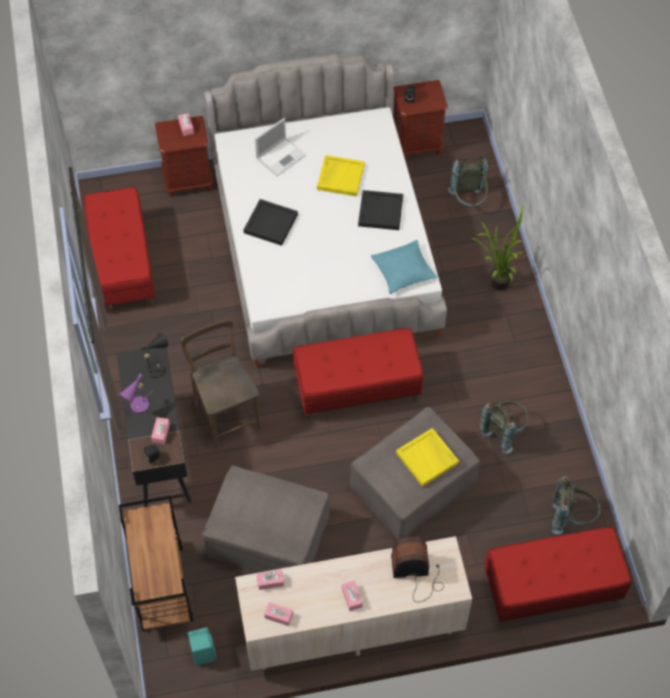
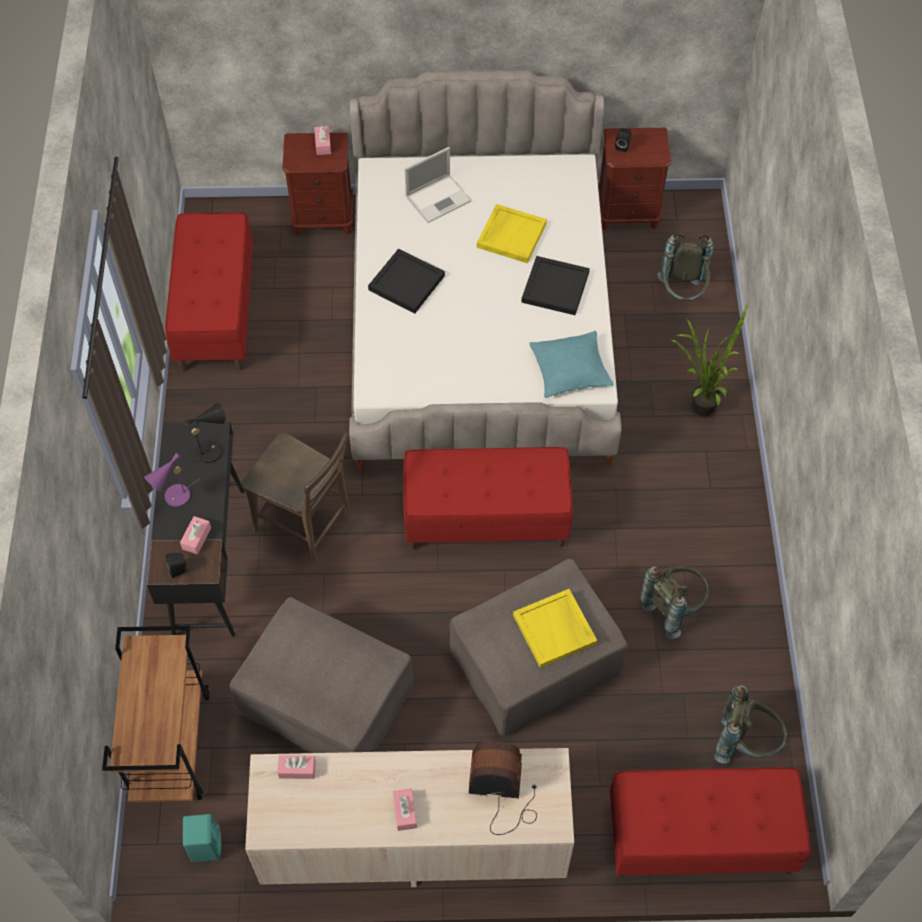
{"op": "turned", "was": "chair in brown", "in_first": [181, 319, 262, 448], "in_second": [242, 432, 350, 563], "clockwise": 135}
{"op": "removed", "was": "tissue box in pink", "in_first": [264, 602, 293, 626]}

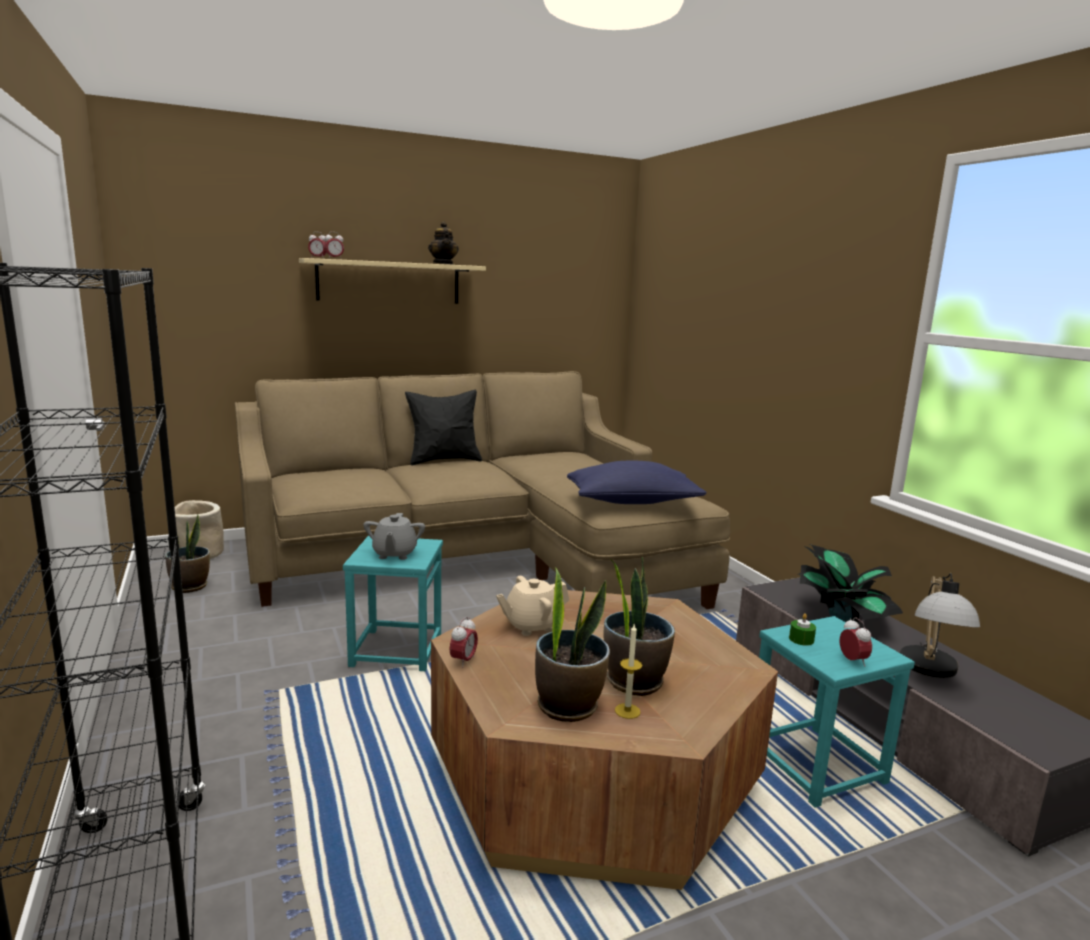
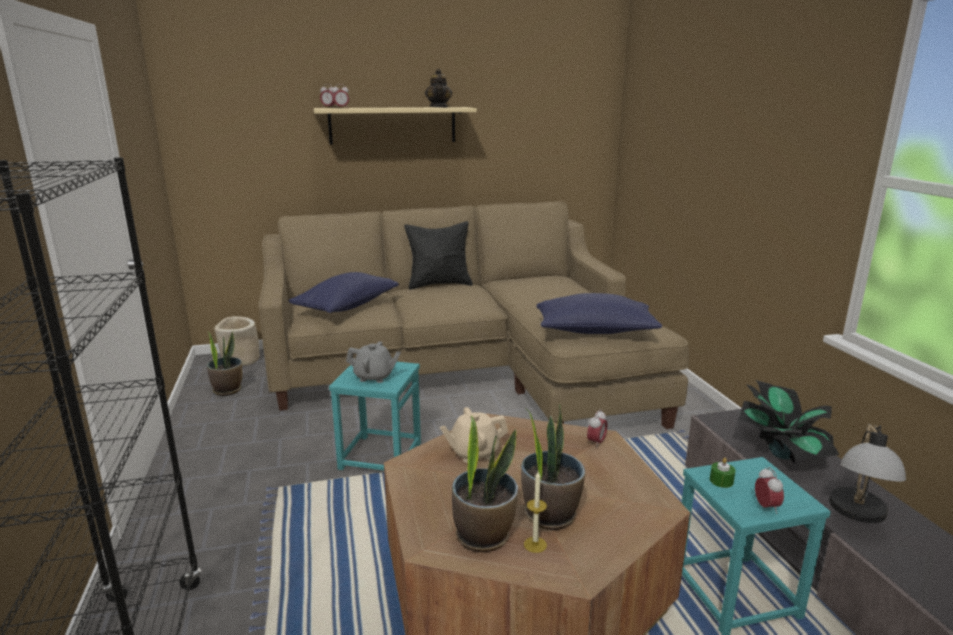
{"op": "turned", "was": "teapot in grey", "in_first": [363, 513, 425, 560], "in_second": [346, 341, 401, 383], "clockwise": -90}
{"op": "moved", "was": "alarm clock", "in_first": [450, 617, 478, 668], "in_second": [587, 409, 608, 446]}
{"op": "added", "now": "pillow in blue", "in_second": [289, 272, 399, 313]}

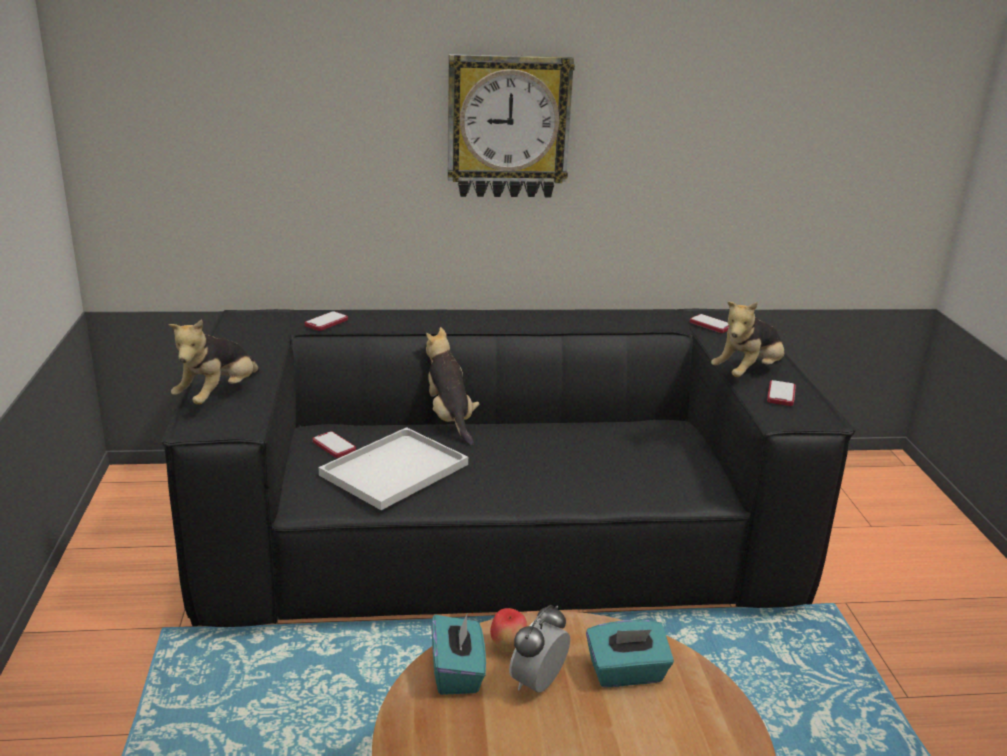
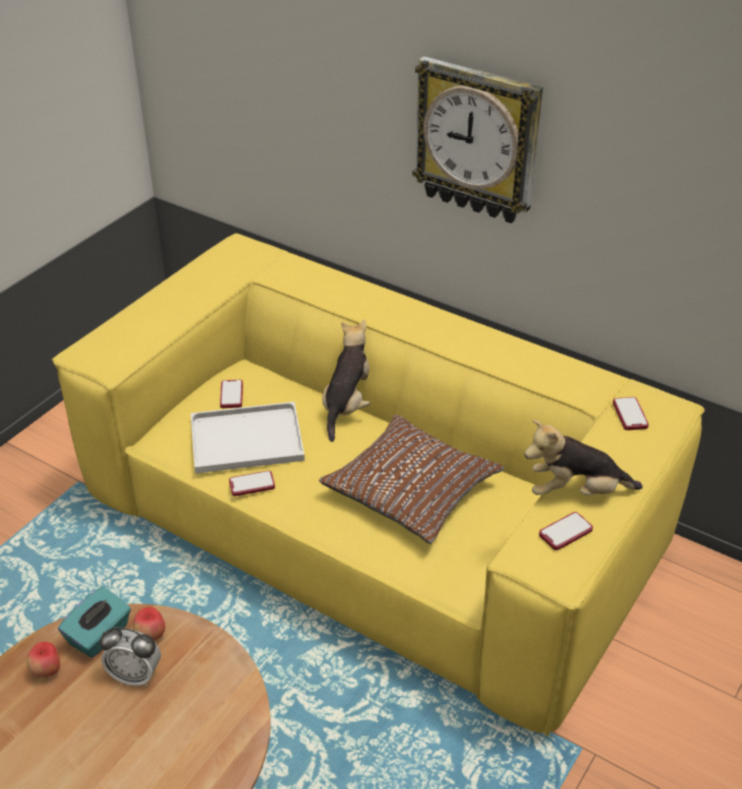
{"op": "recoloured", "was": "sofa in black", "now": "sofa in yellow", "in_first": [162, 309, 856, 627], "in_second": [52, 233, 705, 736]}
{"op": "moved", "was": "phone", "in_first": [305, 311, 348, 331], "in_second": [229, 471, 275, 496]}
{"op": "removed", "was": "plush toy", "in_first": [169, 320, 260, 405]}
{"op": "turned", "was": "alarm clock", "in_first": [509, 605, 570, 692], "in_second": [100, 627, 161, 687], "clockwise": -150}
{"op": "removed", "was": "tissue box in turquoise", "in_first": [586, 620, 674, 687]}
{"op": "added", "now": "pillow in brown", "in_second": [319, 415, 504, 544]}
{"op": "added", "now": "apple", "in_second": [27, 642, 60, 678]}

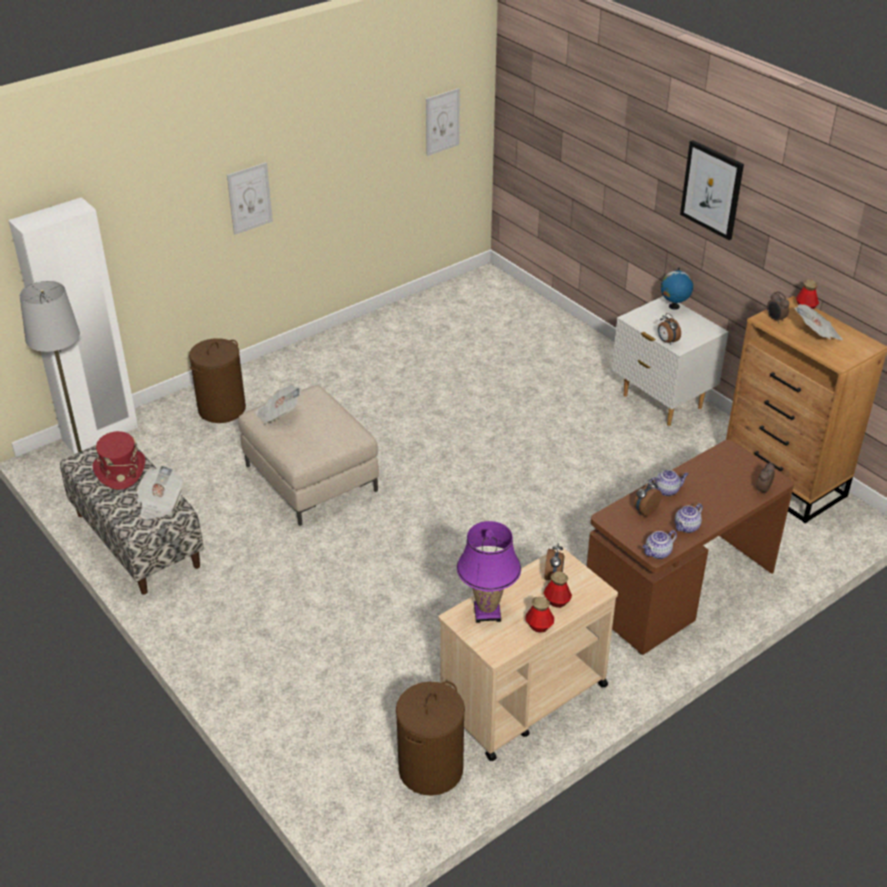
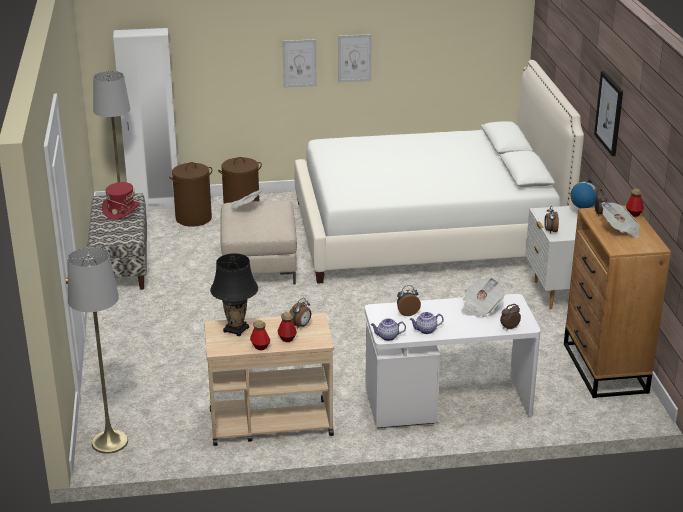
{"op": "moved", "was": "picture", "in_first": [426, 88, 460, 156], "in_second": [338, 34, 372, 83]}
{"op": "recoloured", "was": "desk in brown", "now": "desk in white", "in_first": [587, 440, 794, 655], "in_second": [365, 294, 541, 428]}
{"op": "moved", "was": "newspaper", "in_first": [136, 465, 185, 520], "in_second": [461, 278, 505, 317]}
{"op": "removed", "was": "teapot", "in_first": [648, 470, 689, 496]}
{"op": "recoloured", "was": "table lamp in purple", "now": "table lamp in black", "in_first": [457, 521, 521, 623], "in_second": [210, 253, 258, 337]}
{"op": "moved", "was": "laundry basket in brown", "in_first": [396, 681, 465, 796], "in_second": [169, 162, 212, 227]}
{"op": "added", "now": "bed in white", "in_second": [294, 60, 584, 284]}
{"op": "added", "now": "floor lamp in grey", "in_second": [67, 247, 128, 454]}

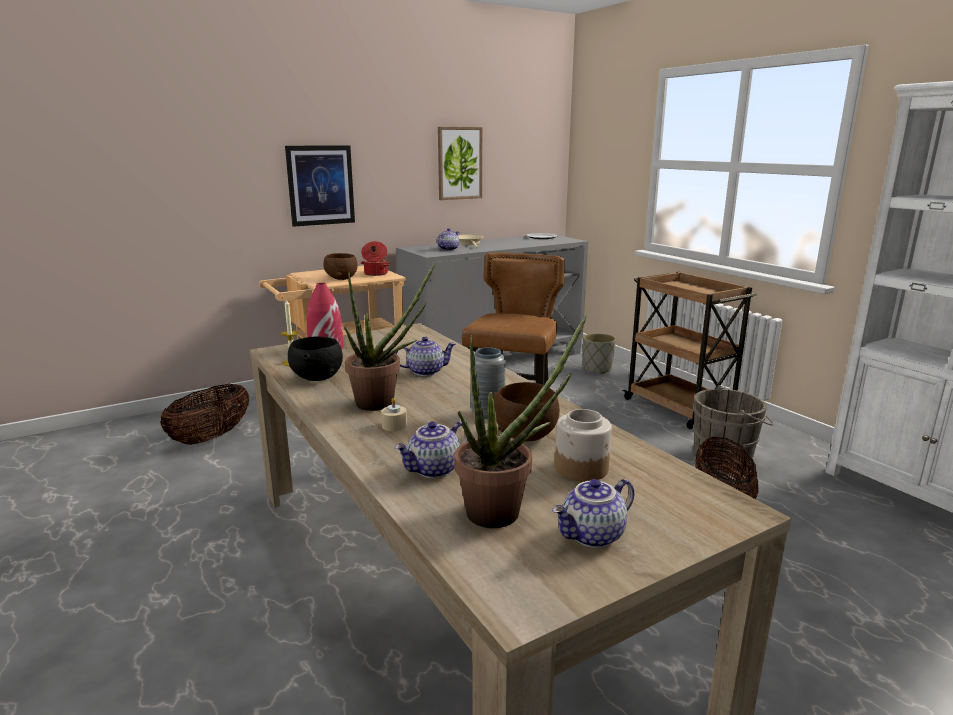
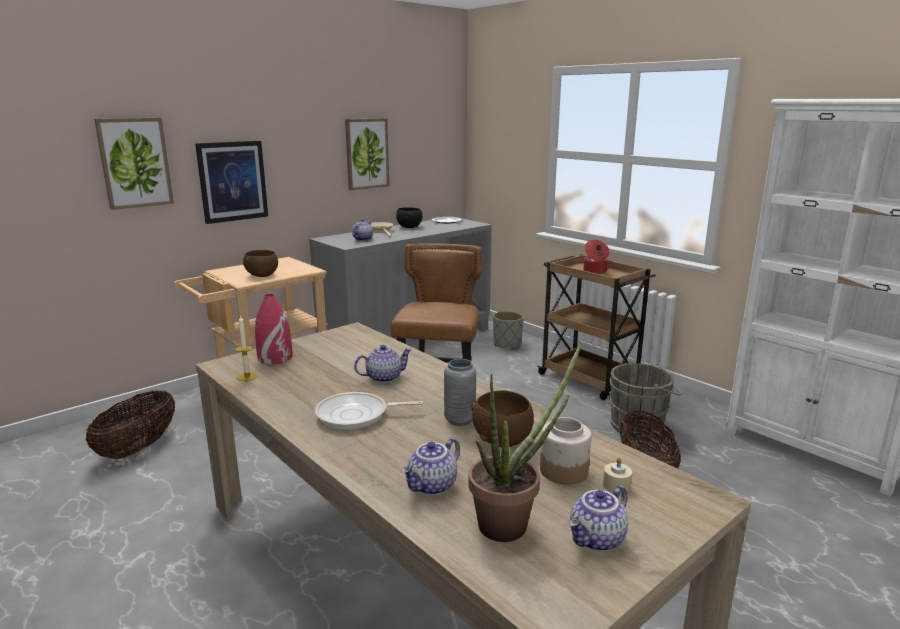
{"op": "moved", "was": "cooking pot", "in_first": [360, 241, 391, 276], "in_second": [579, 240, 613, 274]}
{"op": "replaced", "was": "potted plant", "now": "frying pan", "in_first": [344, 262, 436, 411], "in_second": [315, 392, 423, 430]}
{"op": "moved", "was": "bowl in black", "in_first": [288, 337, 343, 381], "in_second": [396, 207, 423, 228]}
{"op": "moved", "was": "candle in beige", "in_first": [381, 398, 407, 431], "in_second": [603, 457, 632, 494]}
{"op": "added", "now": "picture", "in_second": [94, 118, 174, 210]}

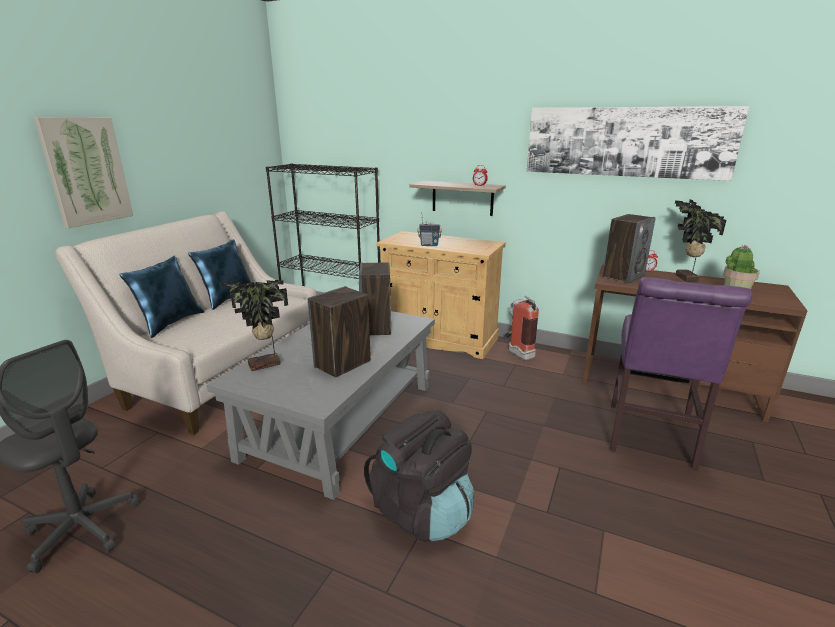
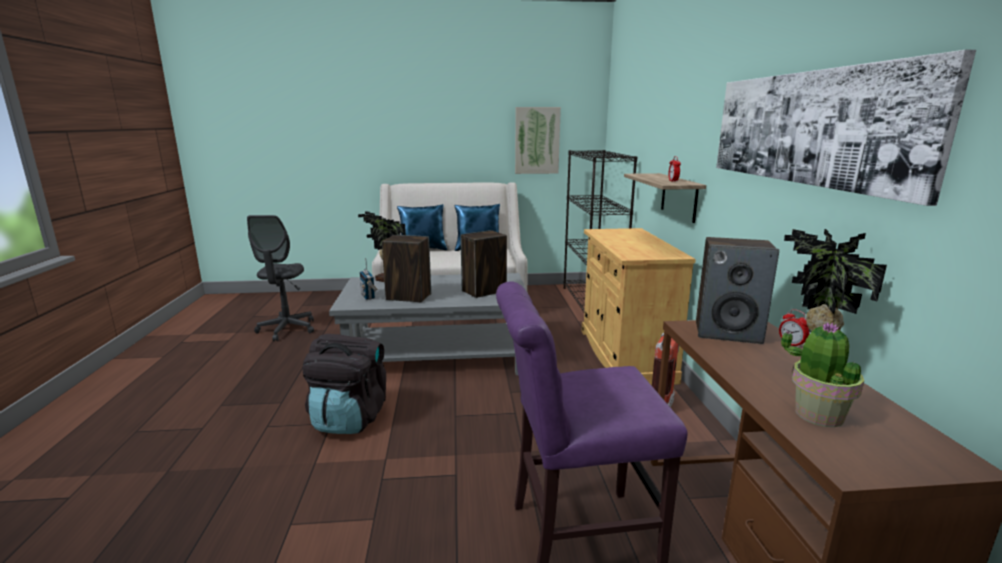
{"op": "moved", "was": "picture", "in_first": [33, 117, 133, 228], "in_second": [515, 107, 561, 174]}
{"op": "moved", "was": "radio", "in_first": [417, 212, 442, 246], "in_second": [360, 258, 378, 300]}

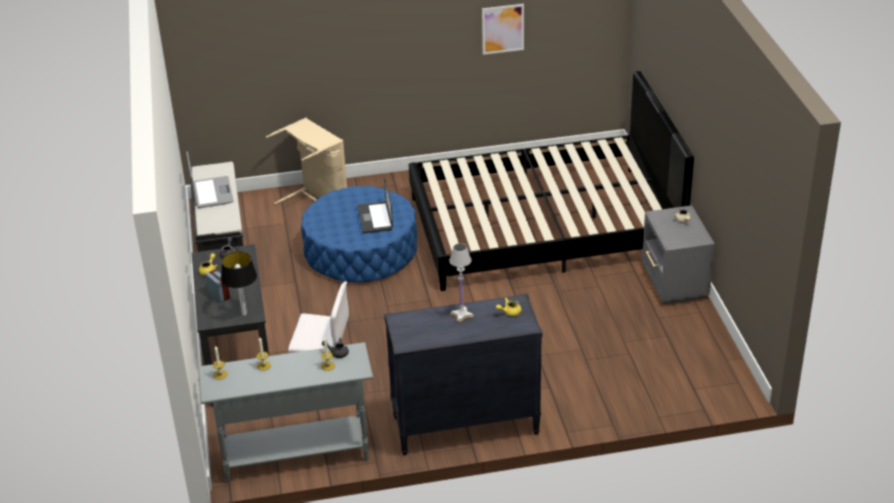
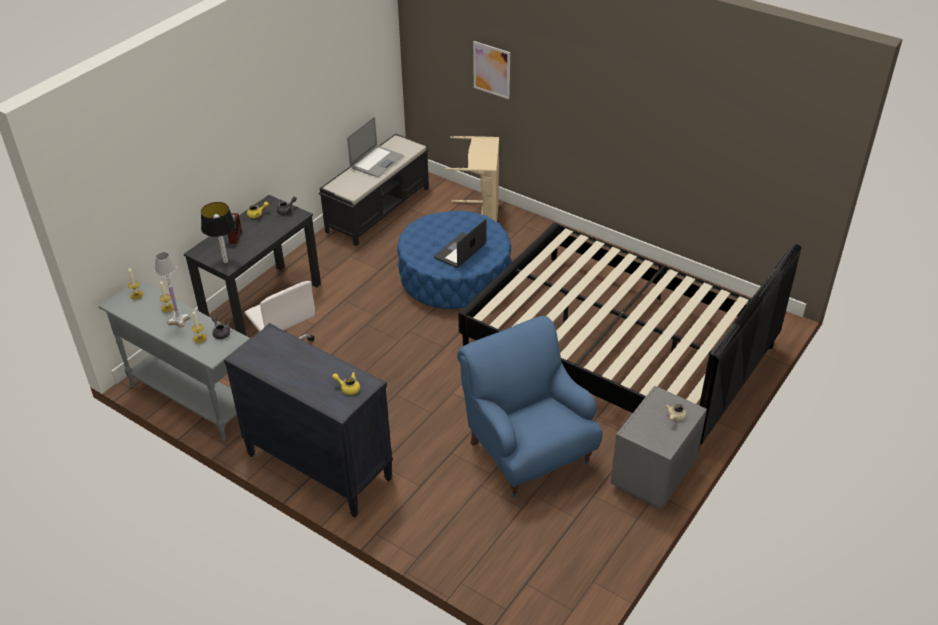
{"op": "moved", "was": "picture", "in_first": [482, 4, 524, 55], "in_second": [473, 41, 510, 99]}
{"op": "moved", "was": "table lamp in white", "in_first": [449, 243, 474, 323], "in_second": [155, 252, 190, 328]}
{"op": "added", "now": "armchair in blue", "in_second": [457, 316, 602, 497]}

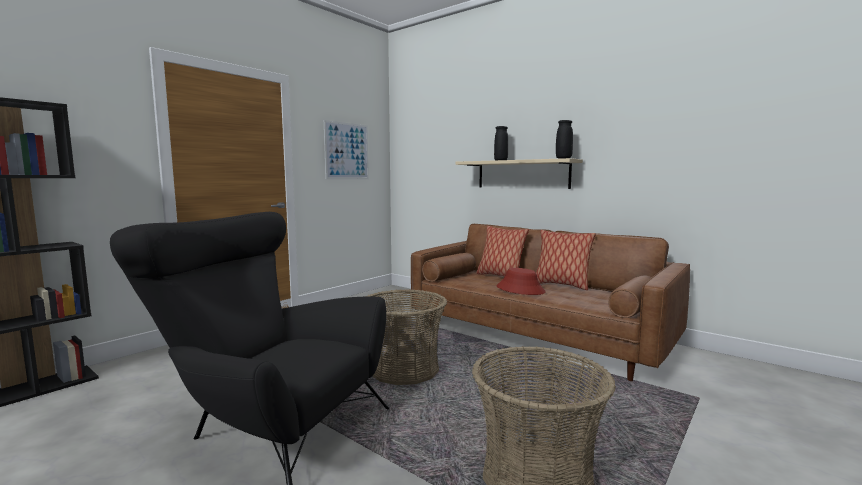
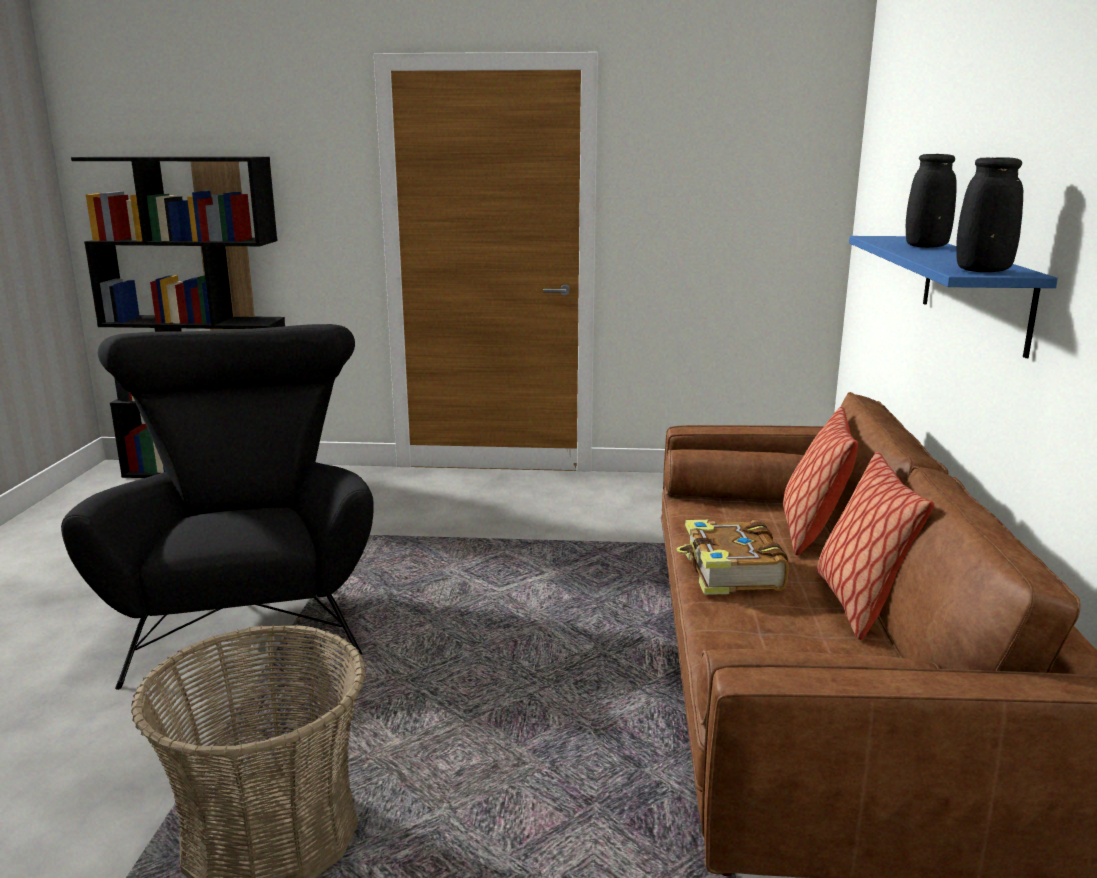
{"op": "removed", "was": "picture", "in_first": [324, 120, 369, 179]}
{"op": "recoloured", "was": "shelf in beige", "now": "shelf in blue", "in_first": [456, 158, 583, 189], "in_second": [849, 236, 1058, 358]}
{"op": "replaced", "was": "hat in red", "now": "book", "in_first": [497, 268, 545, 295], "in_second": [677, 520, 789, 595]}
{"op": "removed", "was": "basket", "in_first": [366, 289, 447, 385]}

